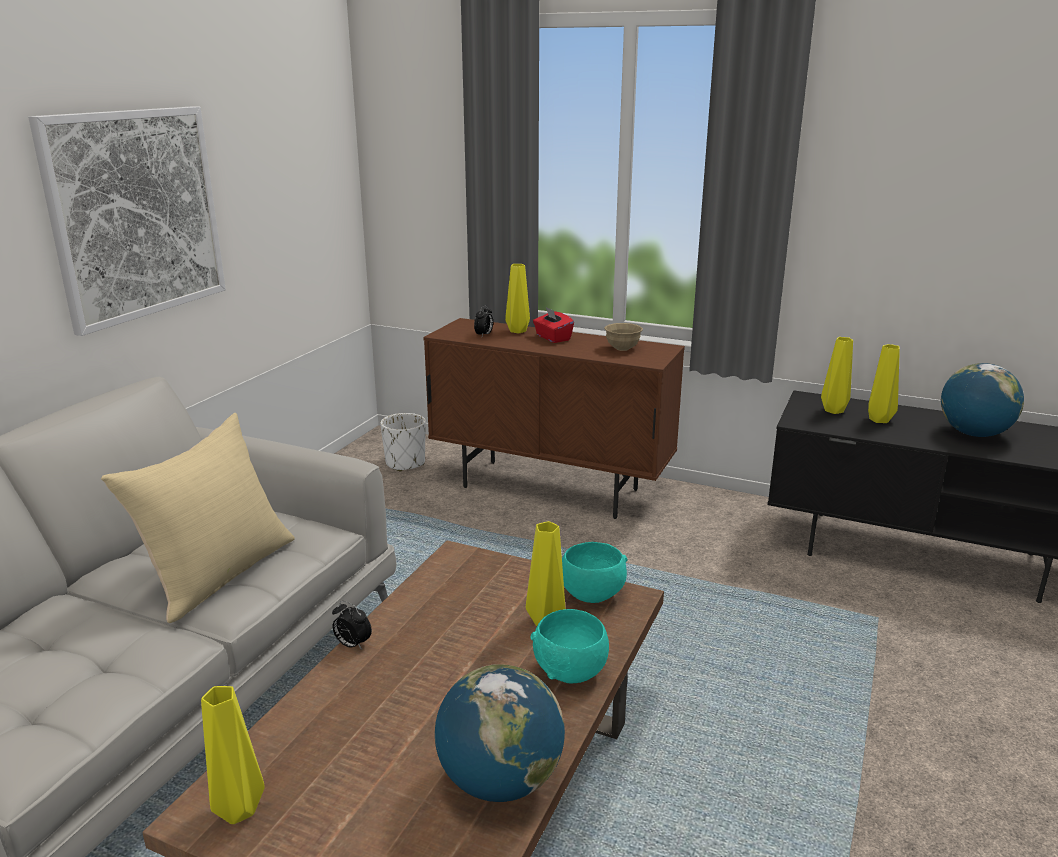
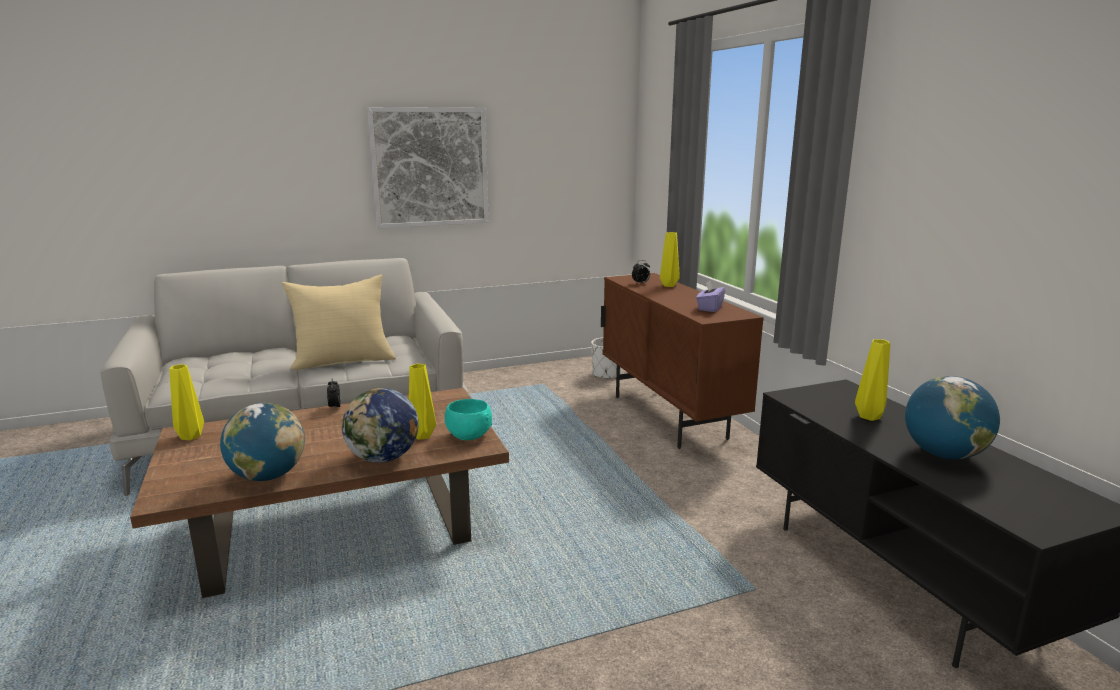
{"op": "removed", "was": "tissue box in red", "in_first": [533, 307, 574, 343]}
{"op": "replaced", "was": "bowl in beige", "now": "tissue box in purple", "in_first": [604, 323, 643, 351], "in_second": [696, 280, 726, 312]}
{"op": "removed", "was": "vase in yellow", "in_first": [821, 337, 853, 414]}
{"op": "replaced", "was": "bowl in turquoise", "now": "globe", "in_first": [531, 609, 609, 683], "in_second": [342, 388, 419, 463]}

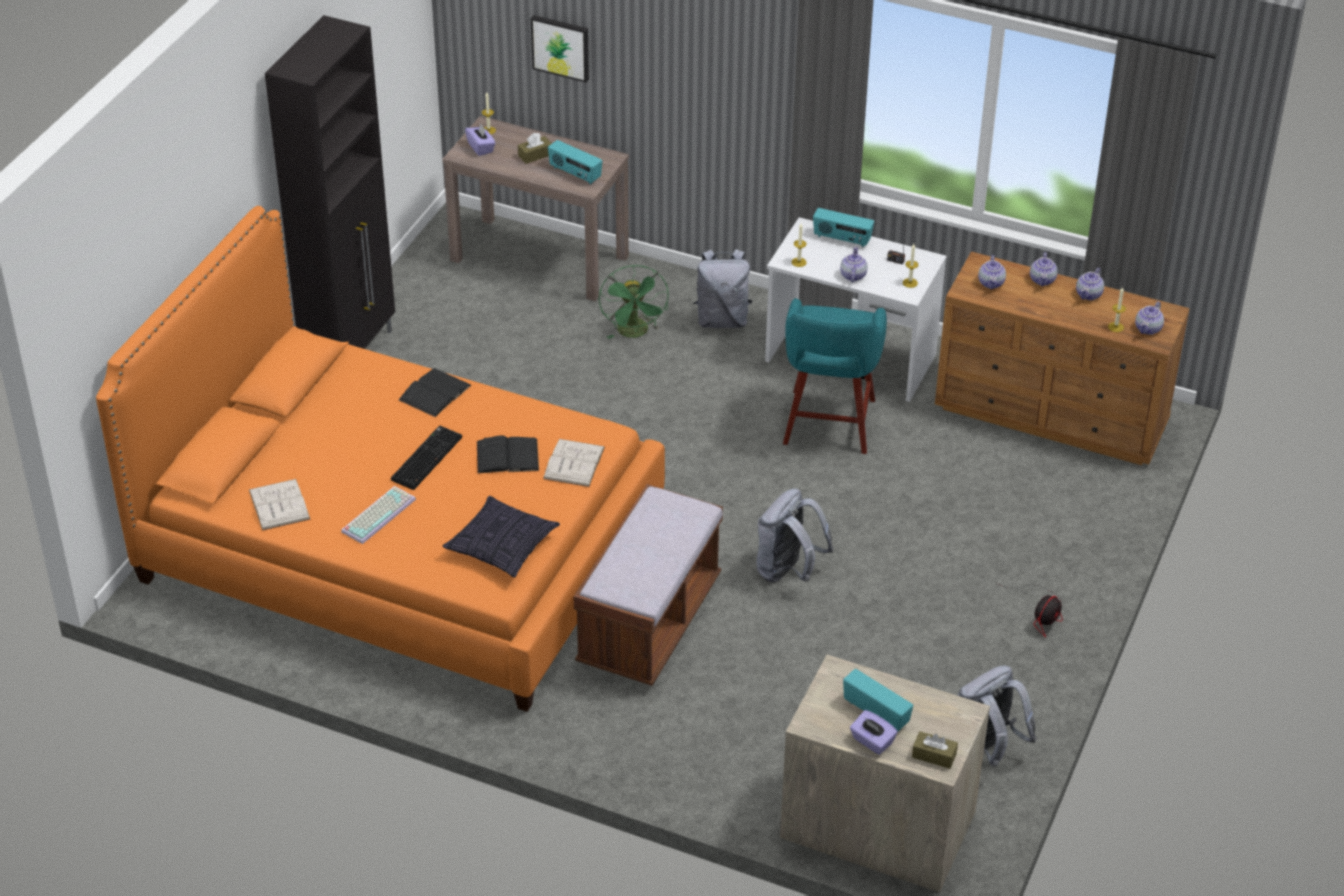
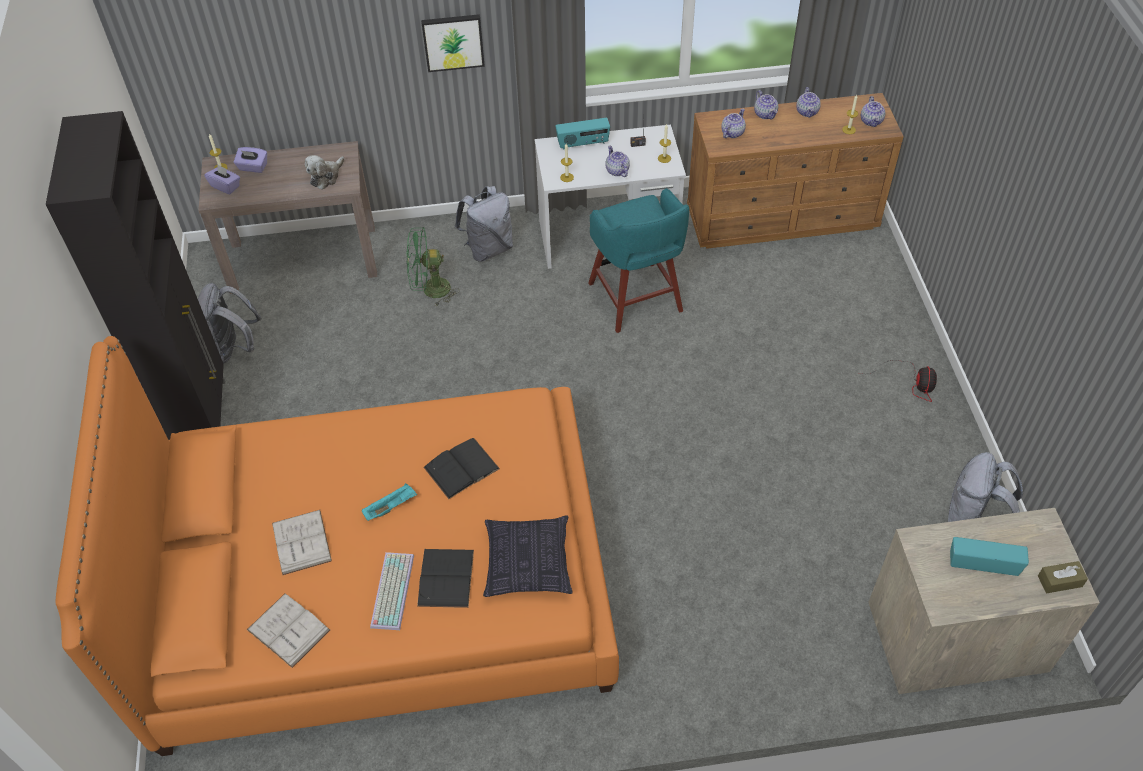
{"op": "moved", "was": "picture", "in_first": [531, 15, 589, 82], "in_second": [421, 14, 485, 72]}
{"op": "removed", "was": "tissue box in brown", "in_first": [518, 133, 552, 164]}
{"op": "replaced", "was": "radio", "now": "plush toy", "in_first": [548, 140, 602, 184], "in_second": [305, 155, 344, 190]}
{"op": "turned", "was": "teapot", "in_first": [978, 255, 1006, 289], "in_second": [721, 108, 746, 138], "clockwise": -120}
{"op": "turned", "was": "fan in green", "in_first": [599, 265, 669, 339], "in_second": [407, 227, 460, 306], "clockwise": 120}
{"op": "moved", "was": "book in black", "in_first": [399, 368, 472, 417], "in_second": [417, 549, 474, 608]}
{"op": "replaced", "was": "keyboard", "now": "tray in turquoise", "in_first": [391, 425, 462, 490], "in_second": [362, 483, 417, 521]}
{"op": "moved", "was": "book in white", "in_first": [543, 439, 605, 487], "in_second": [272, 510, 332, 575]}
{"op": "removed", "was": "bench in brown", "in_first": [574, 484, 723, 686]}
{"op": "moved", "was": "backpack in grey", "in_first": [756, 489, 834, 582], "in_second": [198, 283, 261, 364]}
{"op": "moved", "was": "tissue box in purple", "in_first": [850, 710, 898, 755], "in_second": [234, 147, 267, 173]}

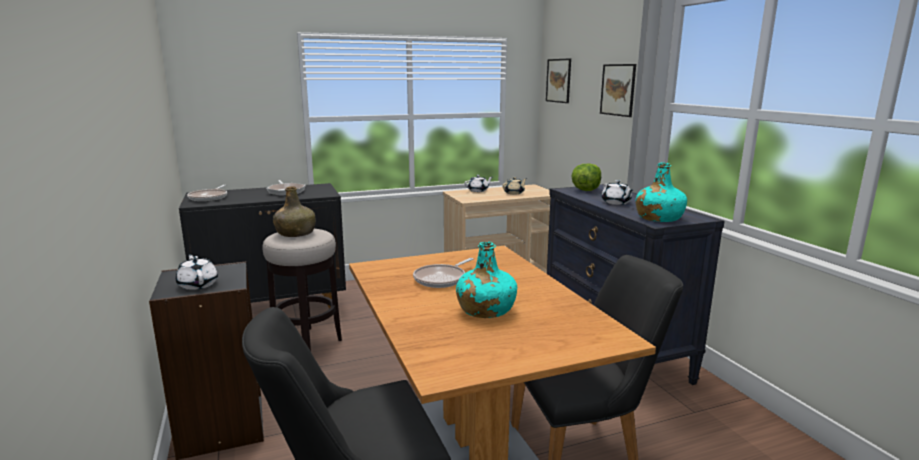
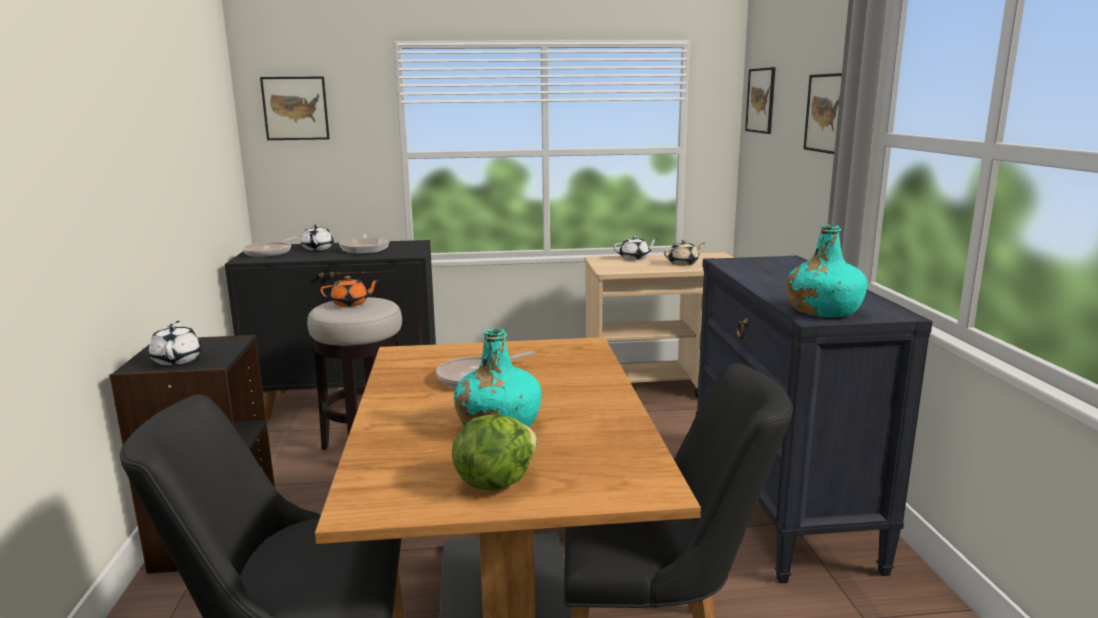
{"op": "moved", "was": "lettuce", "in_first": [571, 164, 601, 191], "in_second": [452, 414, 537, 491]}
{"op": "moved", "was": "teapot in white", "in_first": [601, 180, 633, 205], "in_second": [301, 224, 334, 250]}
{"op": "replaced", "was": "bottle in green", "now": "teapot in orange", "in_first": [273, 186, 316, 237], "in_second": [320, 276, 379, 307]}
{"op": "added", "now": "picture", "in_second": [260, 76, 330, 140]}

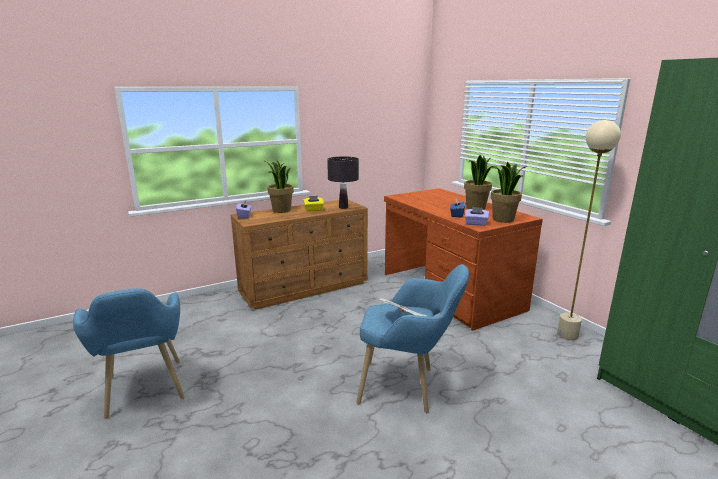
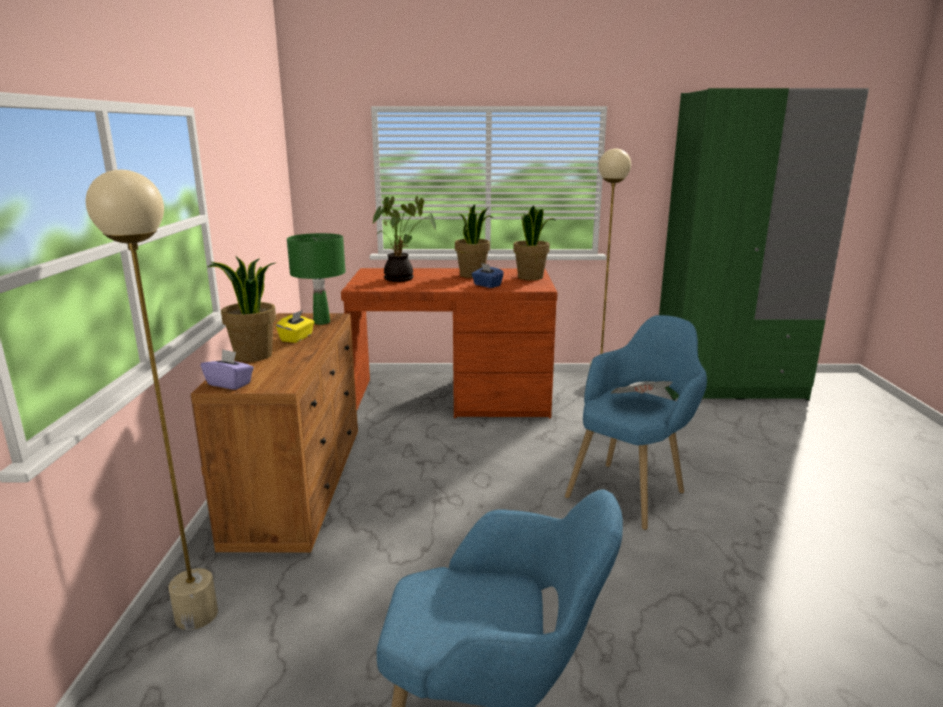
{"op": "recoloured", "was": "table lamp in black", "now": "table lamp in green", "in_first": [327, 156, 359, 209], "in_second": [287, 233, 346, 325]}
{"op": "removed", "was": "tissue box in purple", "in_first": [465, 207, 489, 226]}
{"op": "added", "now": "floor lamp in beige", "in_second": [85, 170, 218, 630]}
{"op": "added", "now": "potted plant", "in_second": [373, 196, 436, 282]}

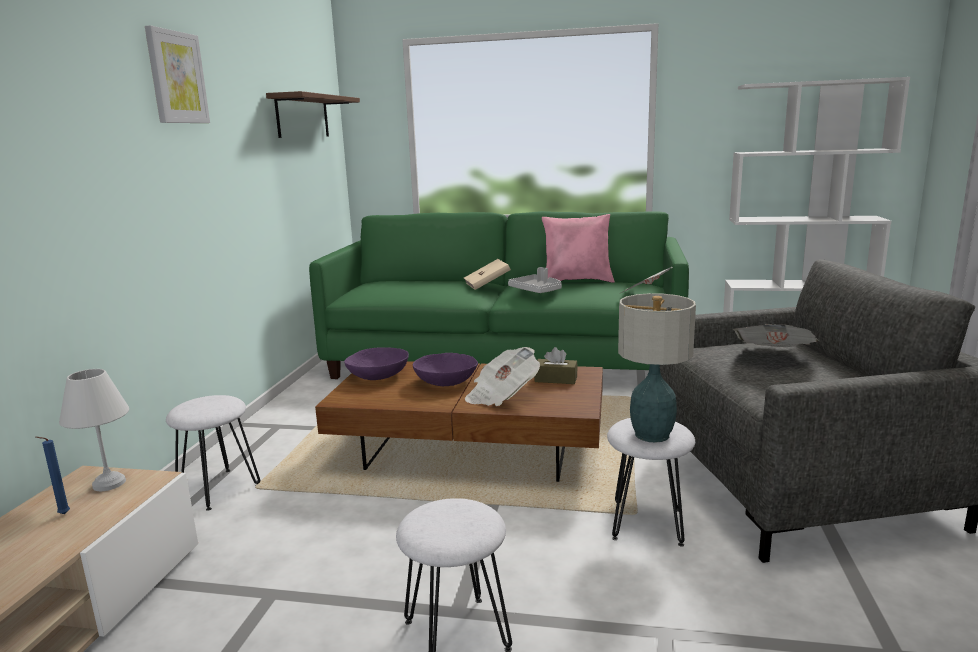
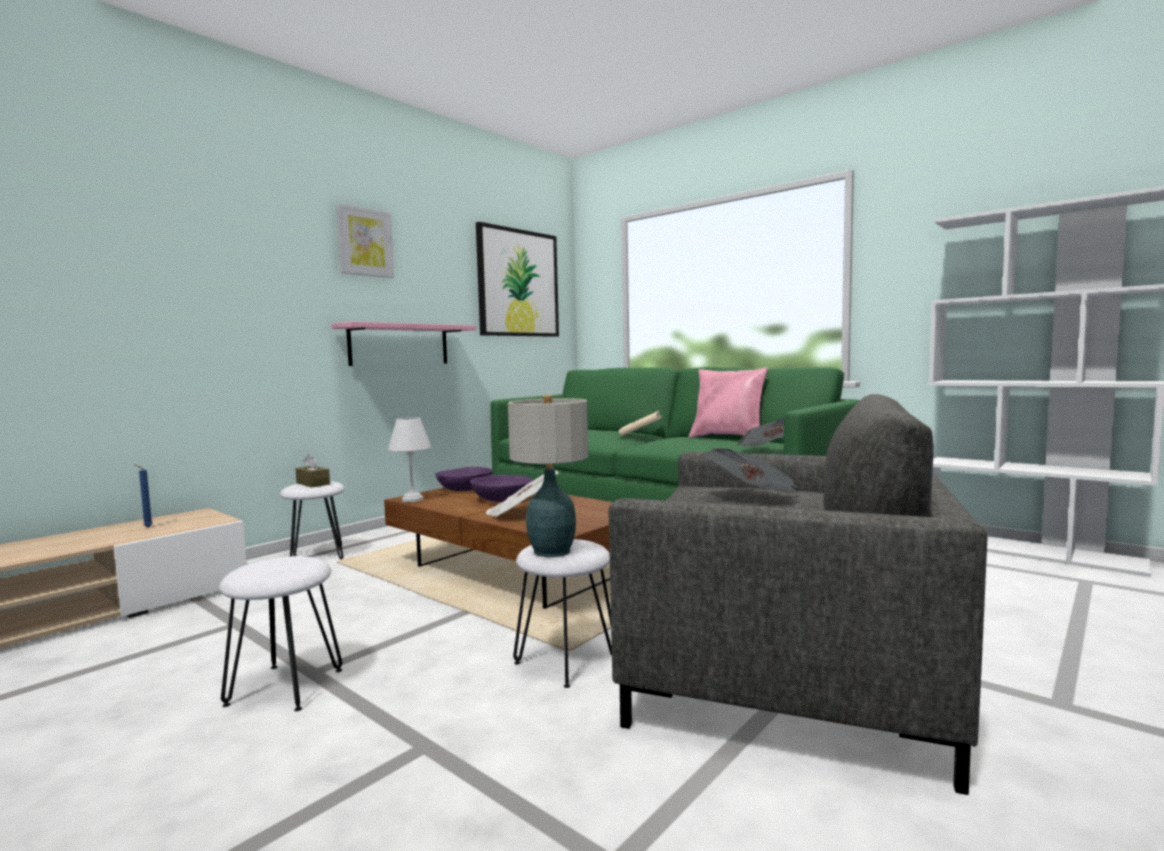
{"op": "replaced", "was": "shelf in brown", "now": "picture", "in_first": [266, 91, 360, 138], "in_second": [476, 222, 559, 337]}
{"op": "removed", "was": "tray in grey", "in_first": [508, 267, 562, 293]}
{"op": "moved", "was": "tissue box in brown", "in_first": [534, 347, 578, 384], "in_second": [295, 454, 330, 488]}
{"op": "moved", "was": "table lamp in white", "in_first": [59, 369, 129, 491], "in_second": [388, 417, 432, 502]}
{"op": "added", "now": "shelf in pink", "in_second": [331, 322, 476, 366]}

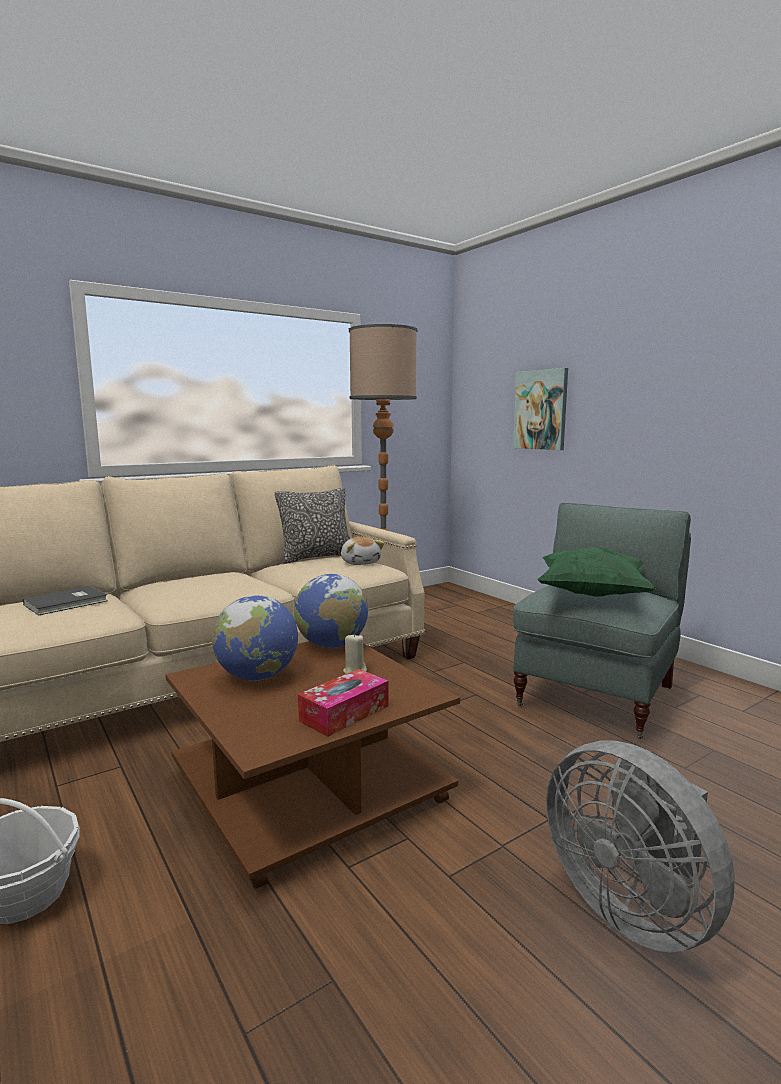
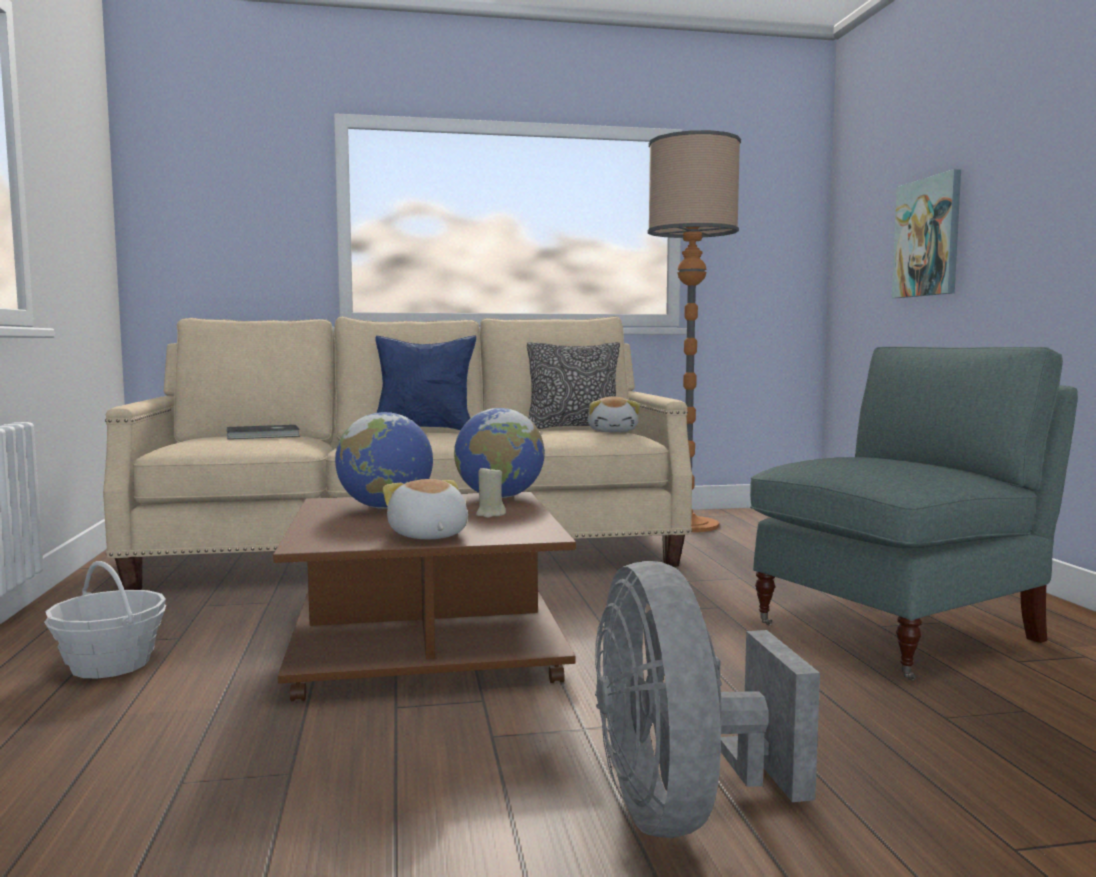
{"op": "removed", "was": "pillow in green", "in_first": [537, 547, 656, 597]}
{"op": "replaced", "was": "tissue box", "now": "plush toy", "in_first": [298, 669, 388, 737], "in_second": [383, 479, 468, 539]}
{"op": "added", "now": "pillow in blue", "in_second": [375, 335, 476, 430]}

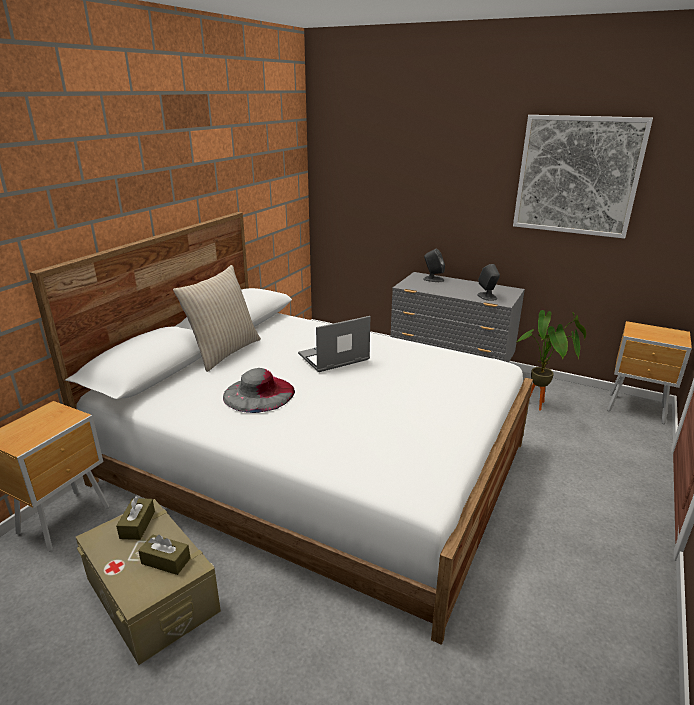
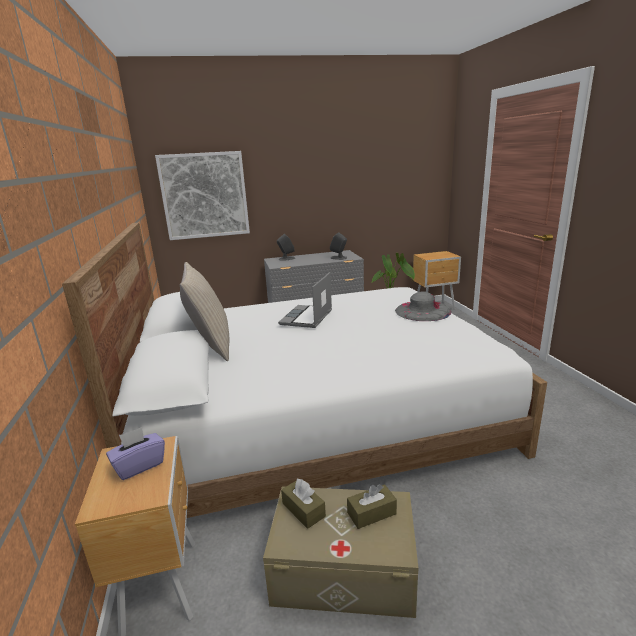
{"op": "moved", "was": "picture", "in_first": [513, 115, 653, 239], "in_second": [155, 151, 250, 240]}
{"op": "moved", "was": "hat in grey", "in_first": [223, 368, 295, 413], "in_second": [395, 292, 451, 321]}
{"op": "added", "now": "tissue box in purple", "in_second": [106, 427, 165, 480]}

